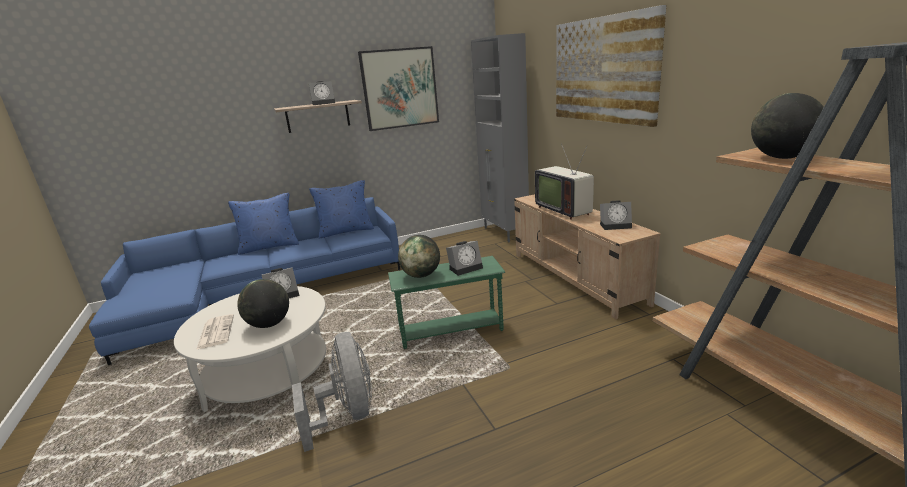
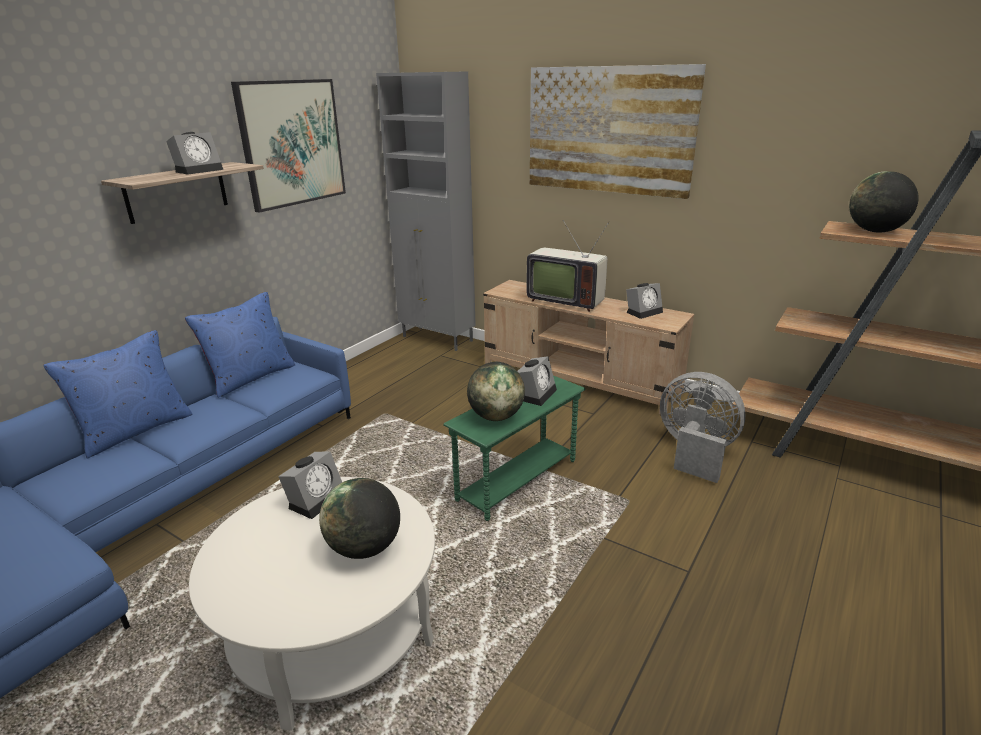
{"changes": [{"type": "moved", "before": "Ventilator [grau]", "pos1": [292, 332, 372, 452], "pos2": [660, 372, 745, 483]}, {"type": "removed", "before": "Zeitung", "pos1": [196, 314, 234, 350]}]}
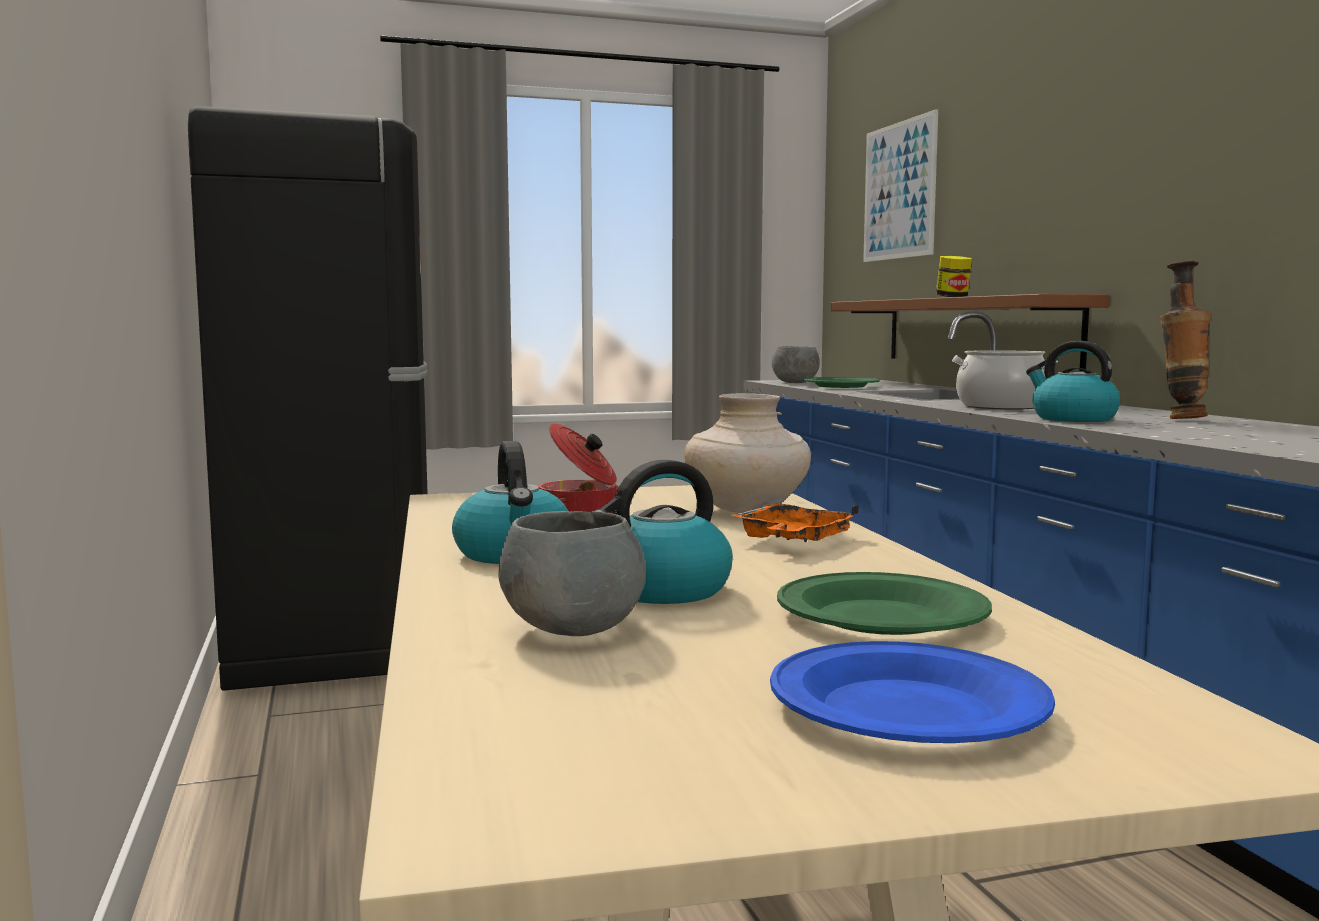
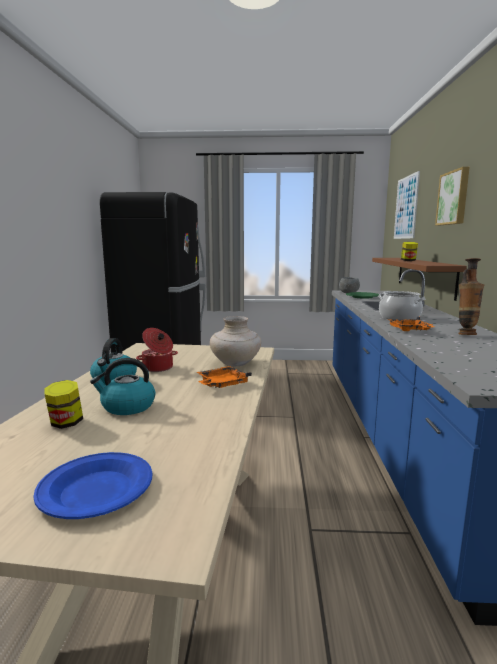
{"changes": [{"type": "replaced", "before": "Schüssel [grau]", "after": "Vorratsglas", "pos1": [498, 511, 646, 636], "pos2": [44, 380, 83, 429]}, {"type": "replaced", "before": "Wasserkessel", "after": "Tablett [orange]", "pos1": [1026, 341, 1120, 422], "pos2": [387, 316, 434, 331]}, {"type": "added", "after": "Bild", "pos2": [435, 167, 470, 225]}, {"type": "removed", "before": "Teller [grün]", "pos1": [777, 572, 992, 635]}]}
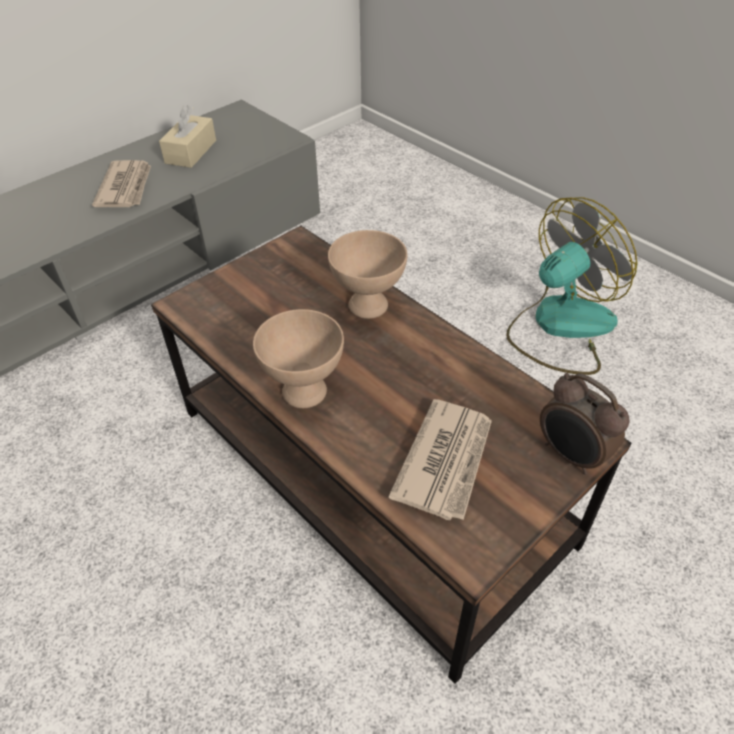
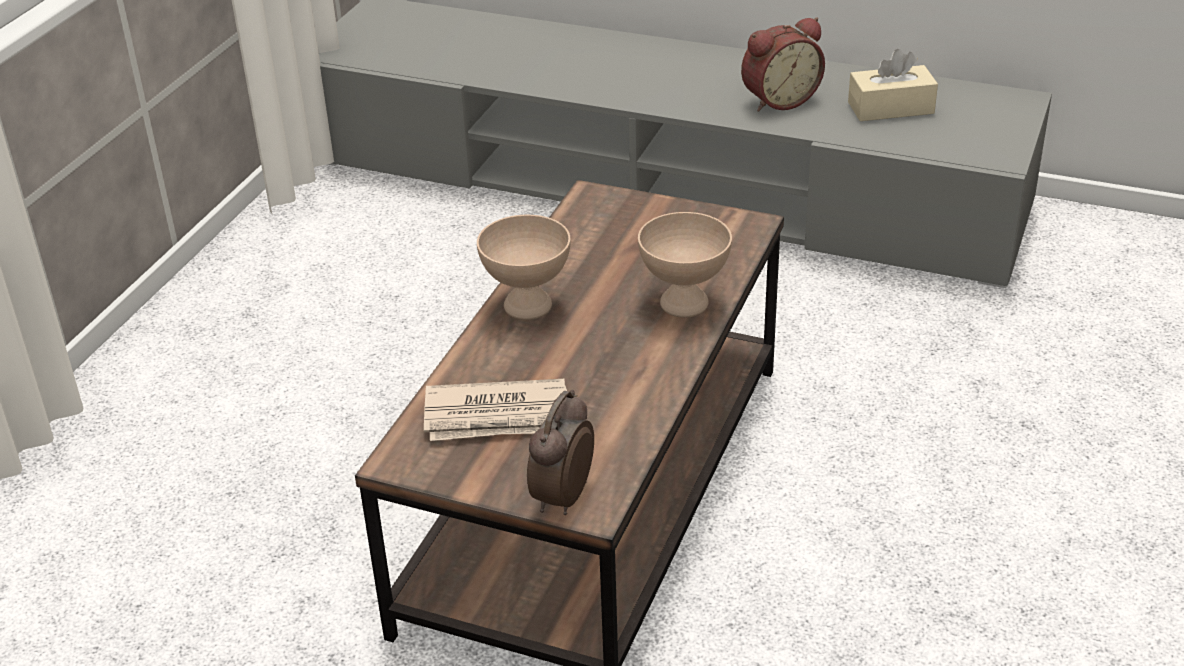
{"changes": [{"type": "replaced", "before": "Zeitung", "after": "Wecker", "pos1": [92, 160, 151, 207], "pos2": [741, 17, 825, 112]}, {"type": "removed", "before": "Ventilator", "pos1": [506, 197, 638, 375]}]}
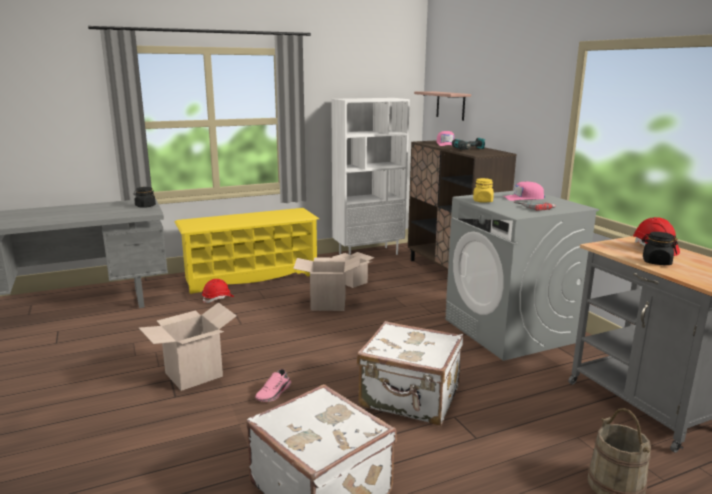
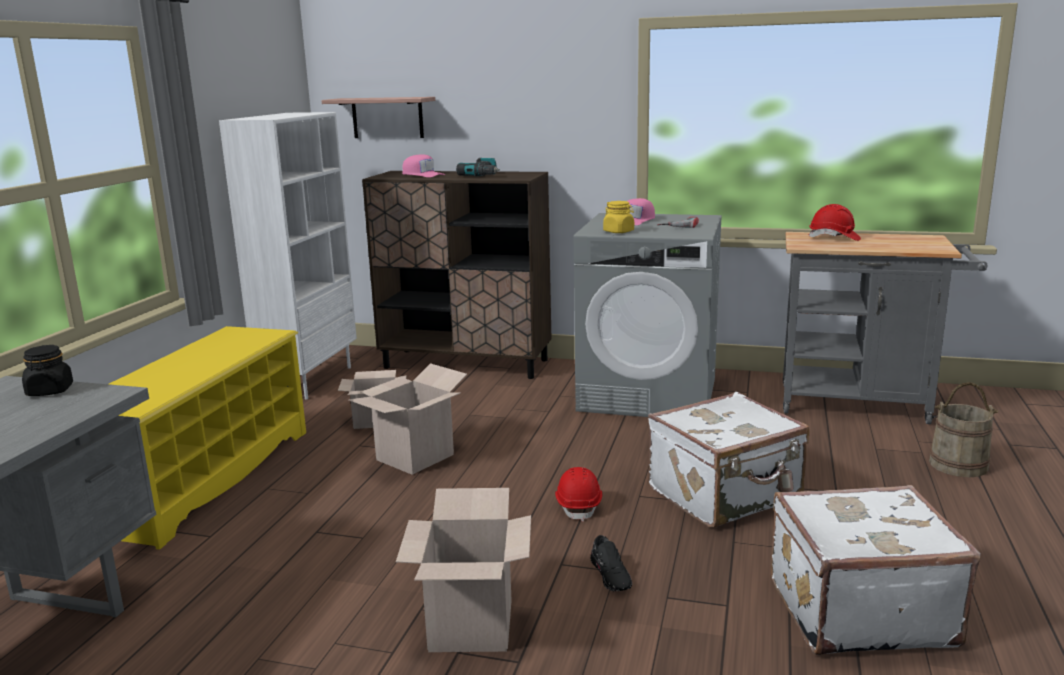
{"changes": [{"type": "moved", "before": "Schutzhelm [rot]", "pos1": [202, 279, 234, 303], "pos2": [555, 467, 602, 522]}, {"type": "recoloured", "before": "Schuh [rosa]", "after": "Schuh [schwarz]", "pos1": [255, 369, 291, 402], "pos2": [590, 535, 632, 592]}, {"type": "removed", "before": "Vorratsglas [schwarz]", "pos1": [642, 232, 678, 265]}]}
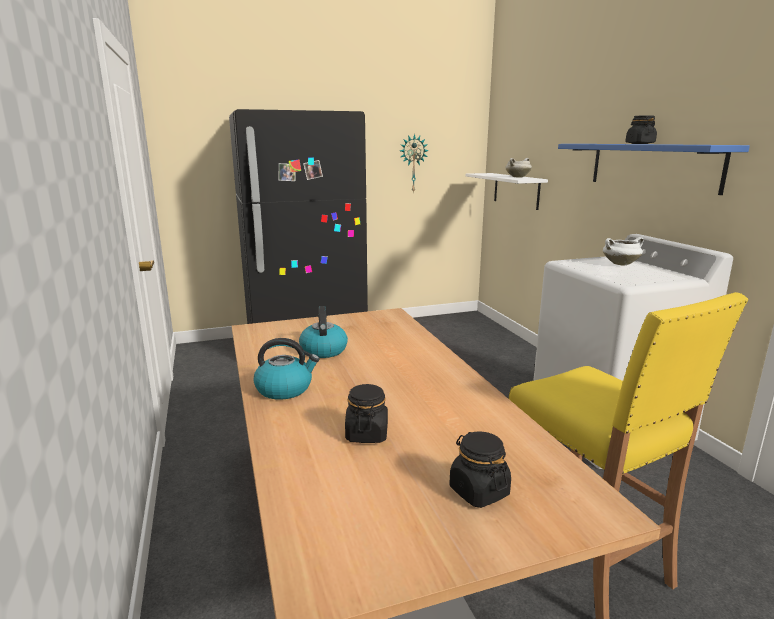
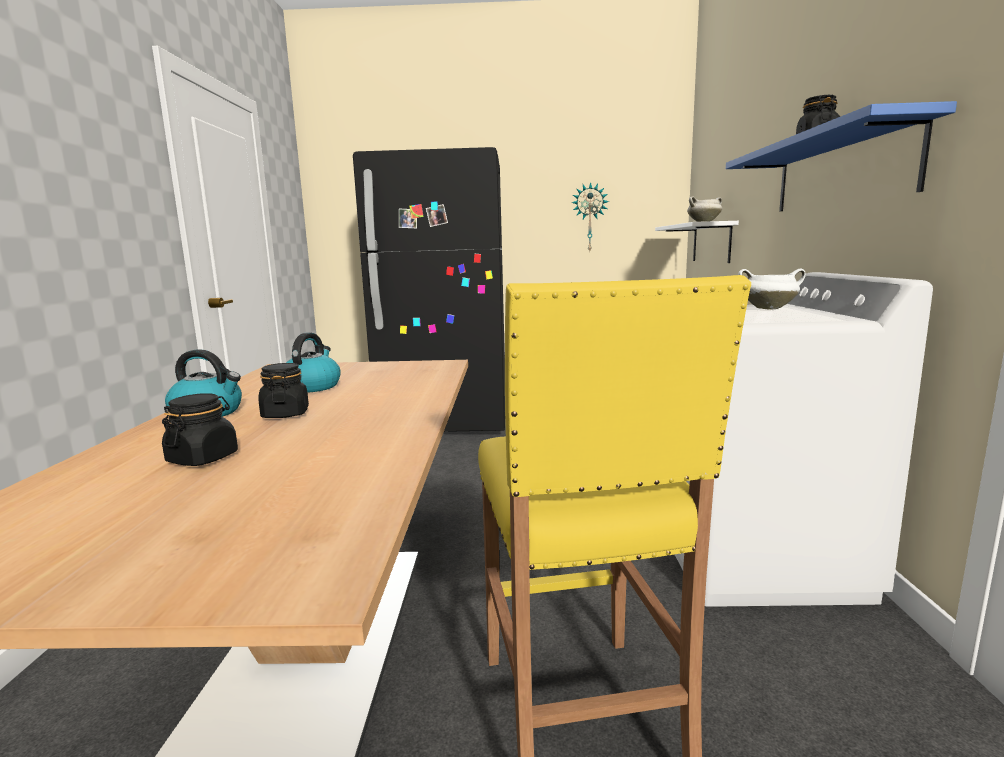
{"changes": [{"type": "moved", "before": "Vorratsglas [schwarz]", "pos1": [449, 431, 511, 508], "pos2": [258, 363, 309, 418]}]}
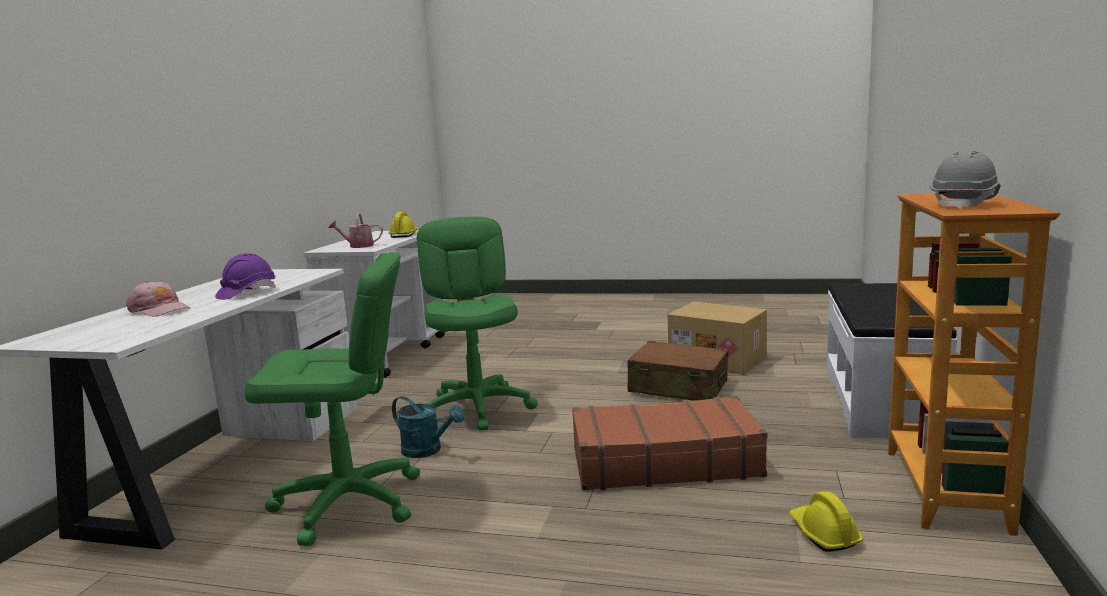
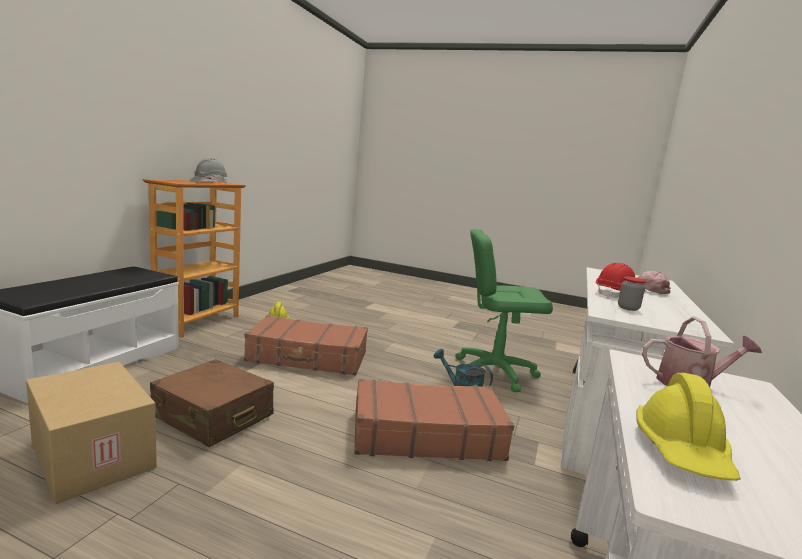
{"changes": [{"type": "replaced", "before": "Bürostuhl [grün]", "after": "Koffer [braun]", "pos1": [417, 217, 538, 431], "pos2": [354, 379, 514, 461]}, {"type": "recoloured", "before": "Schutzhelm [lila]", "after": "Schutzhelm [rot]", "pos1": [215, 253, 276, 300], "pos2": [596, 263, 635, 298]}, {"type": "added", "after": "Vorratsglas", "pos2": [618, 277, 646, 311]}]}
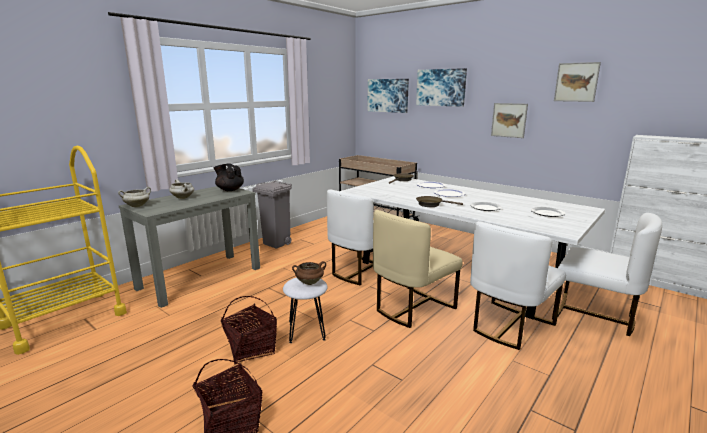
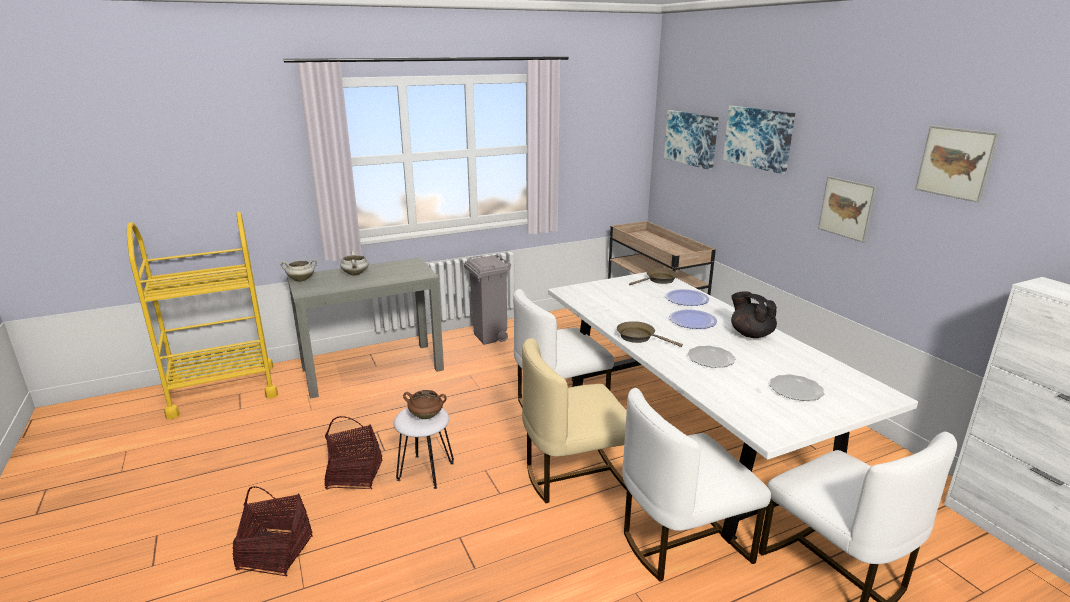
{"changes": [{"type": "moved", "before": "Teekanne [schwarz]", "pos1": [214, 163, 244, 191], "pos2": [731, 291, 777, 338]}]}
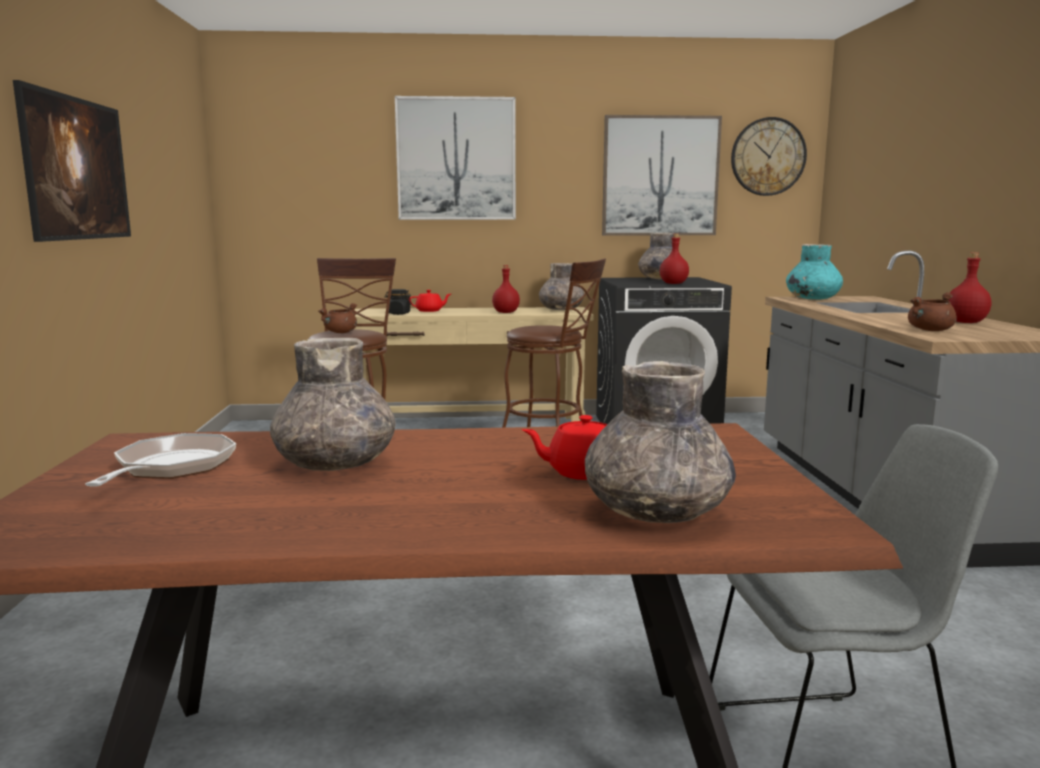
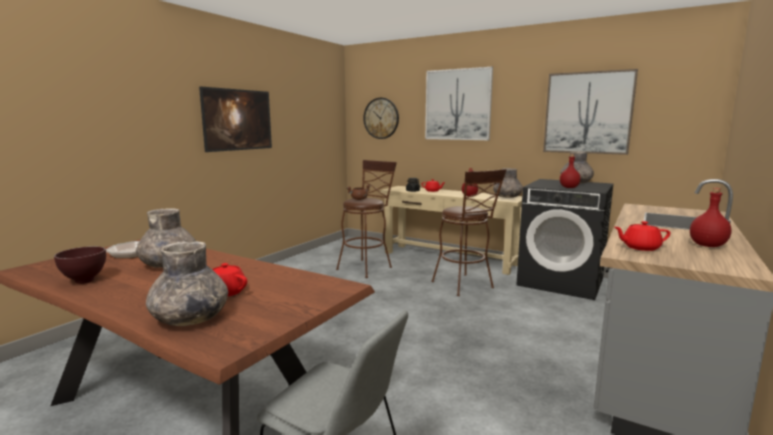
{"changes": [{"type": "added", "after": "Schüssel [braun]", "pos2": [54, 246, 106, 284]}, {"type": "moved", "before": "Wanduhr", "pos1": [731, 117, 807, 196], "pos2": [363, 98, 399, 139]}, {"type": "replaced", "before": "Kochtopf [braun]", "after": "Teekanne [rot]", "pos1": [908, 292, 956, 331], "pos2": [615, 221, 671, 251]}, {"type": "removed", "before": "Vase [türkis]", "pos1": [786, 244, 843, 300]}]}
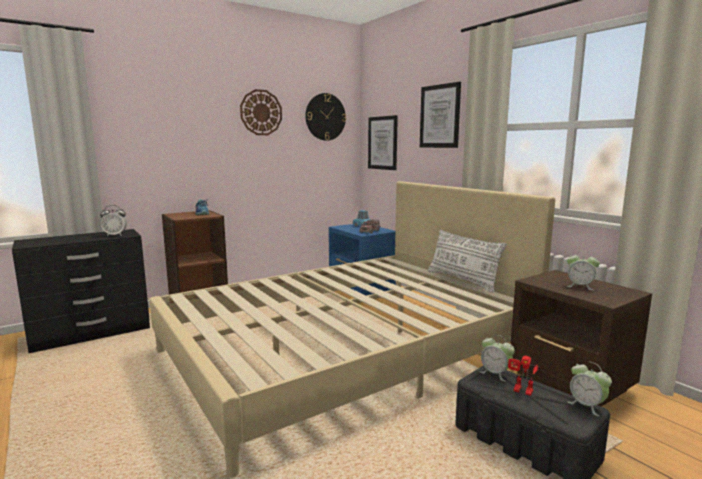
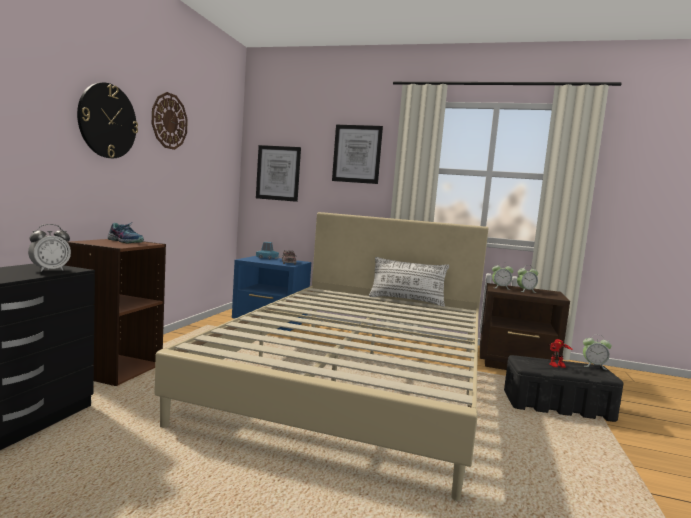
{"changes": [{"type": "moved", "before": "Wanduhr", "pos1": [305, 93, 346, 141], "pos2": [77, 82, 138, 158]}, {"type": "moved", "before": "Wecker", "pos1": [480, 335, 515, 382], "pos2": [492, 262, 514, 290]}]}
